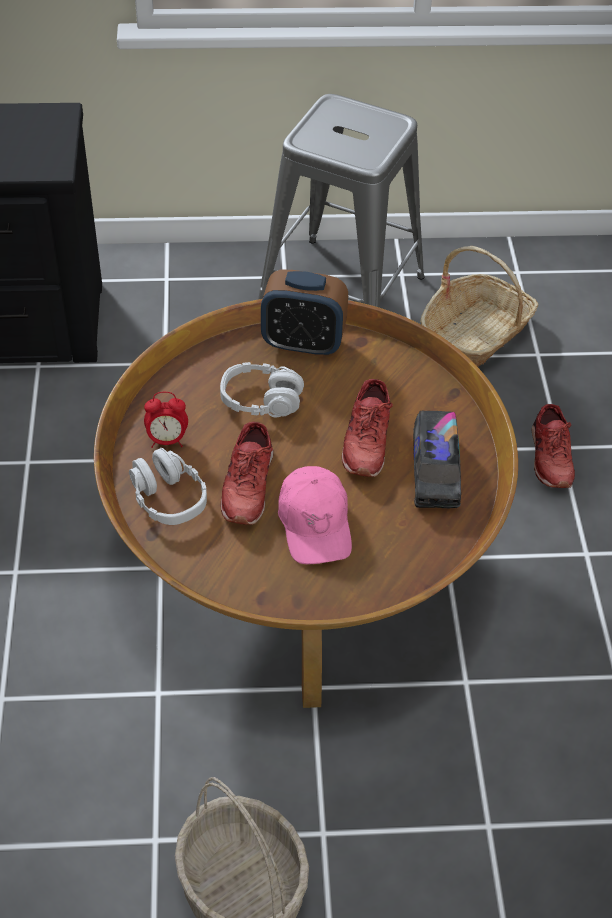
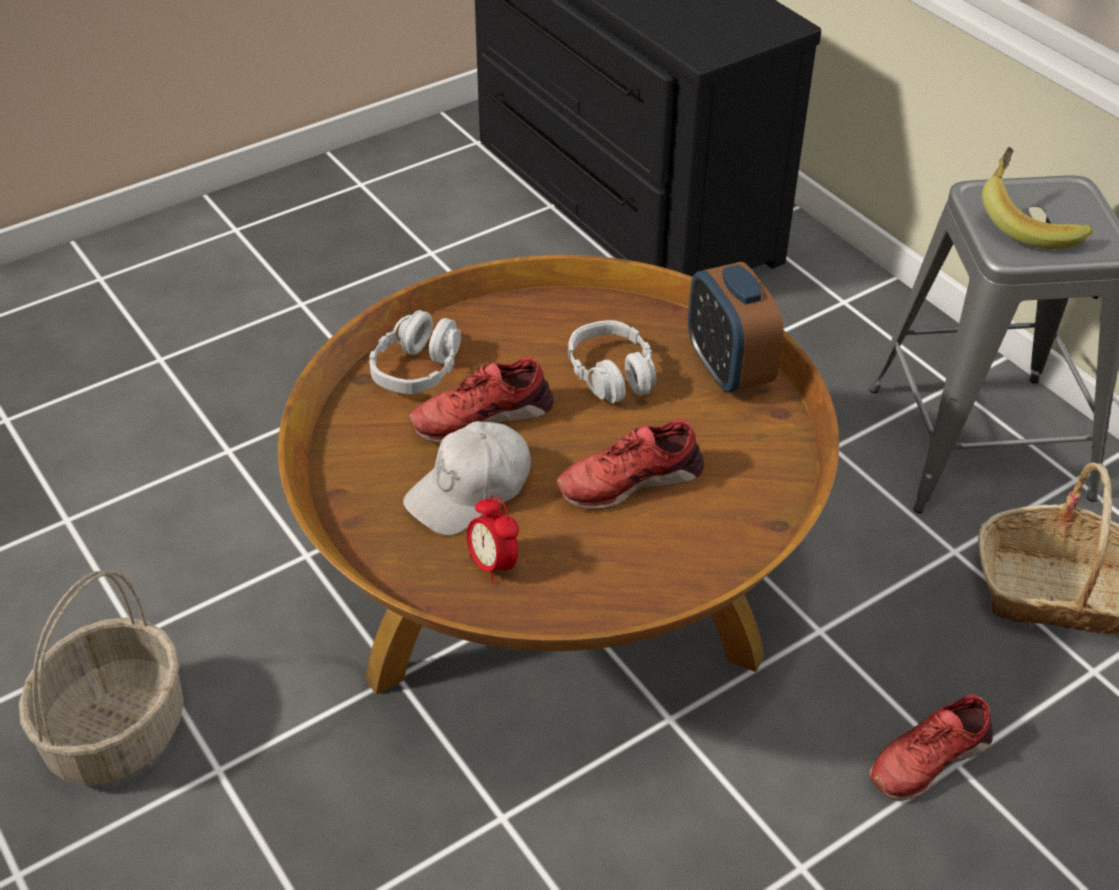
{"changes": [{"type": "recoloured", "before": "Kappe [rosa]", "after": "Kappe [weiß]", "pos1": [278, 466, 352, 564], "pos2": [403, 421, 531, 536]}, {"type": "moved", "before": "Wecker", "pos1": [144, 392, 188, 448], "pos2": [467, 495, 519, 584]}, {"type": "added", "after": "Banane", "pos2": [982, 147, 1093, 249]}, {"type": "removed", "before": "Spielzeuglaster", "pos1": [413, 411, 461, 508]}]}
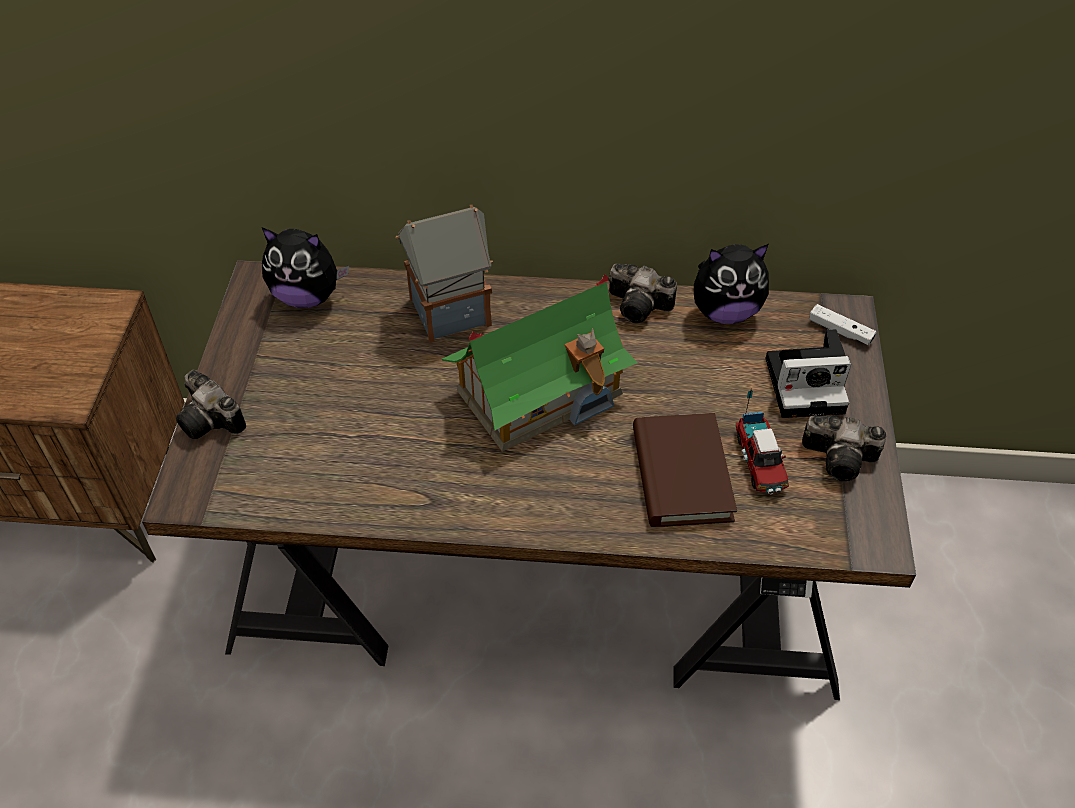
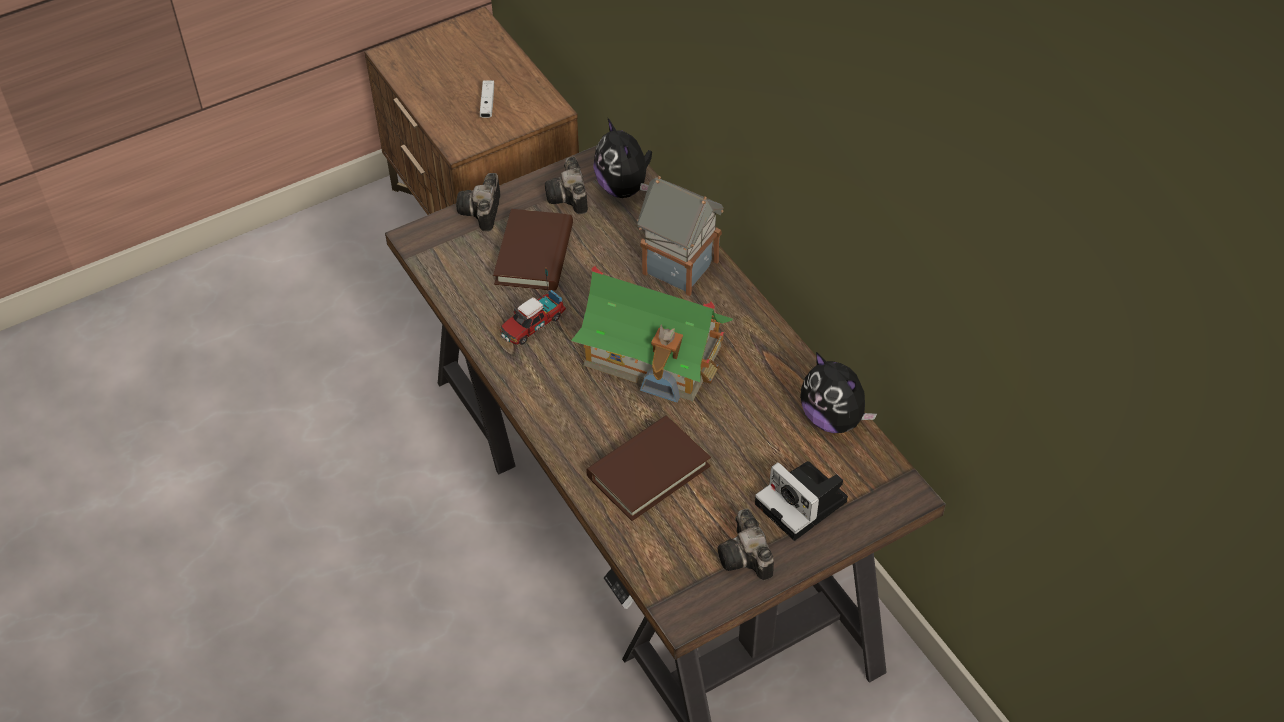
{"changes": [{"type": "moved", "before": "Gamepad [weiß]", "pos1": [809, 304, 876, 345], "pos2": [480, 80, 494, 118]}, {"type": "added", "after": "Buch [braun]", "pos2": [493, 209, 573, 291]}, {"type": "moved", "before": "Spielzeuglaster", "pos1": [736, 388, 789, 494], "pos2": [500, 267, 566, 345]}, {"type": "moved", "before": "Kamera", "pos1": [608, 264, 677, 323], "pos2": [545, 157, 588, 214]}]}
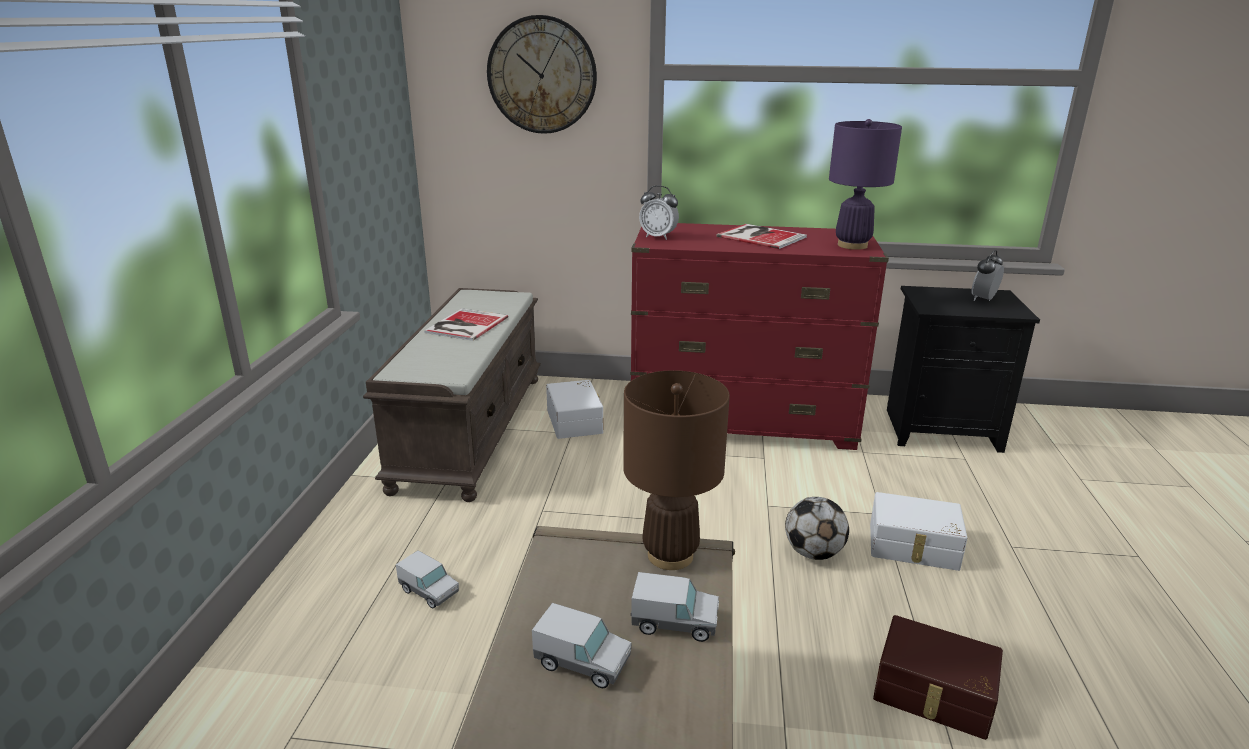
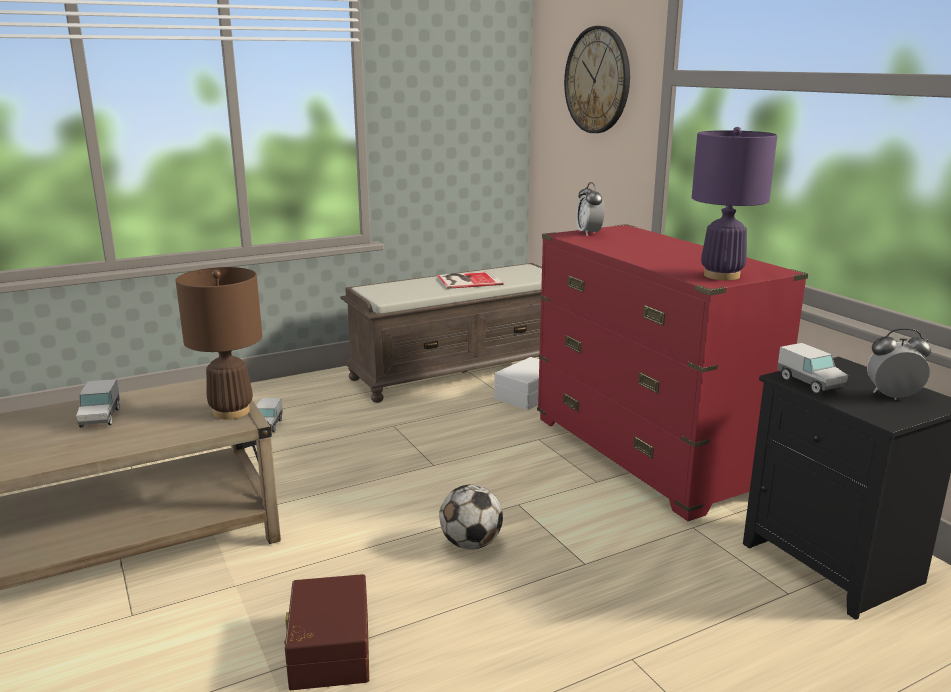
{"changes": [{"type": "moved", "before": "Spielzeuglaster", "pos1": [631, 572, 719, 642], "pos2": [777, 343, 849, 394]}, {"type": "removed", "before": "Buch", "pos1": [716, 224, 807, 249]}, {"type": "removed", "before": "Aufbewahrungsbox [weiß]", "pos1": [870, 492, 967, 571]}]}
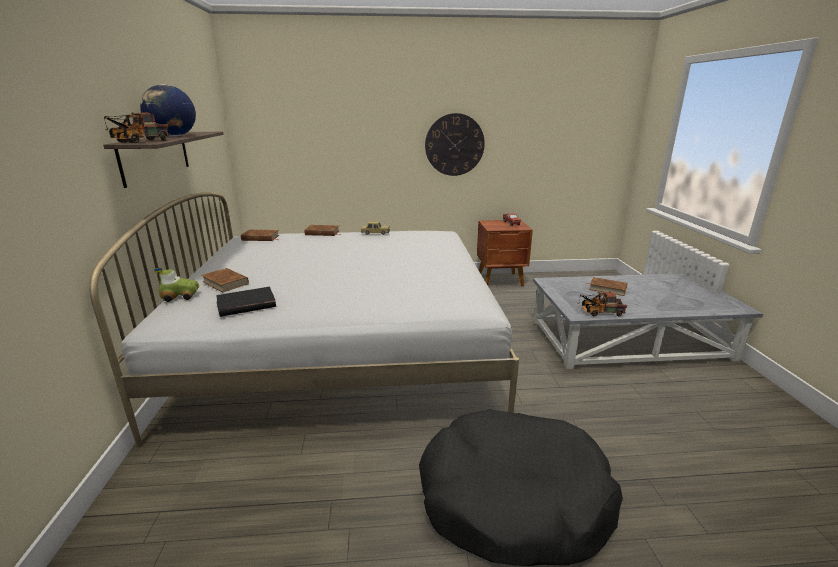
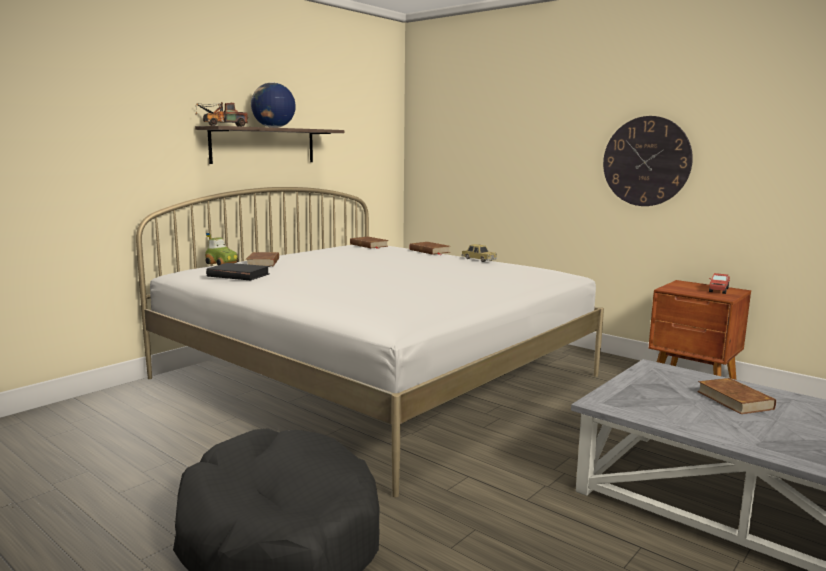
{"changes": [{"type": "removed", "before": "Spielzeuglaster", "pos1": [578, 292, 627, 317]}]}
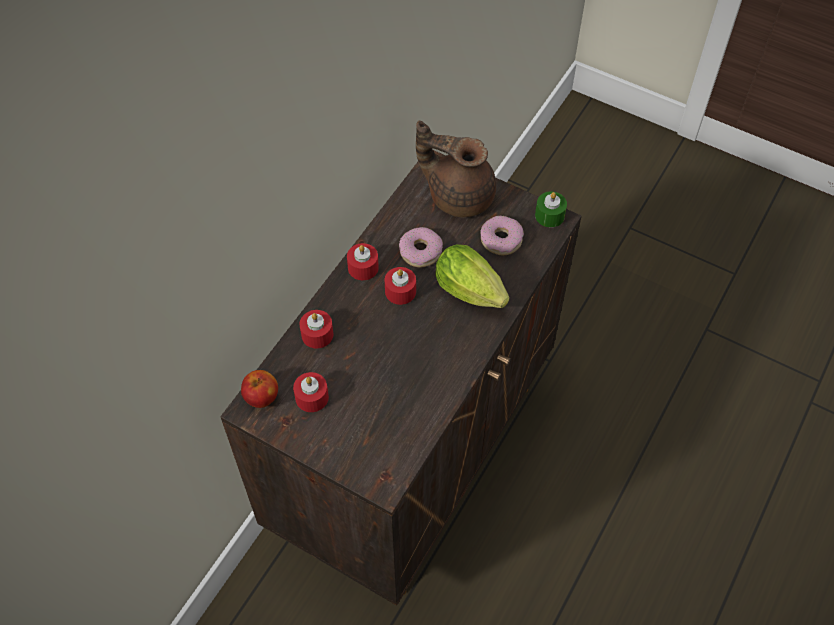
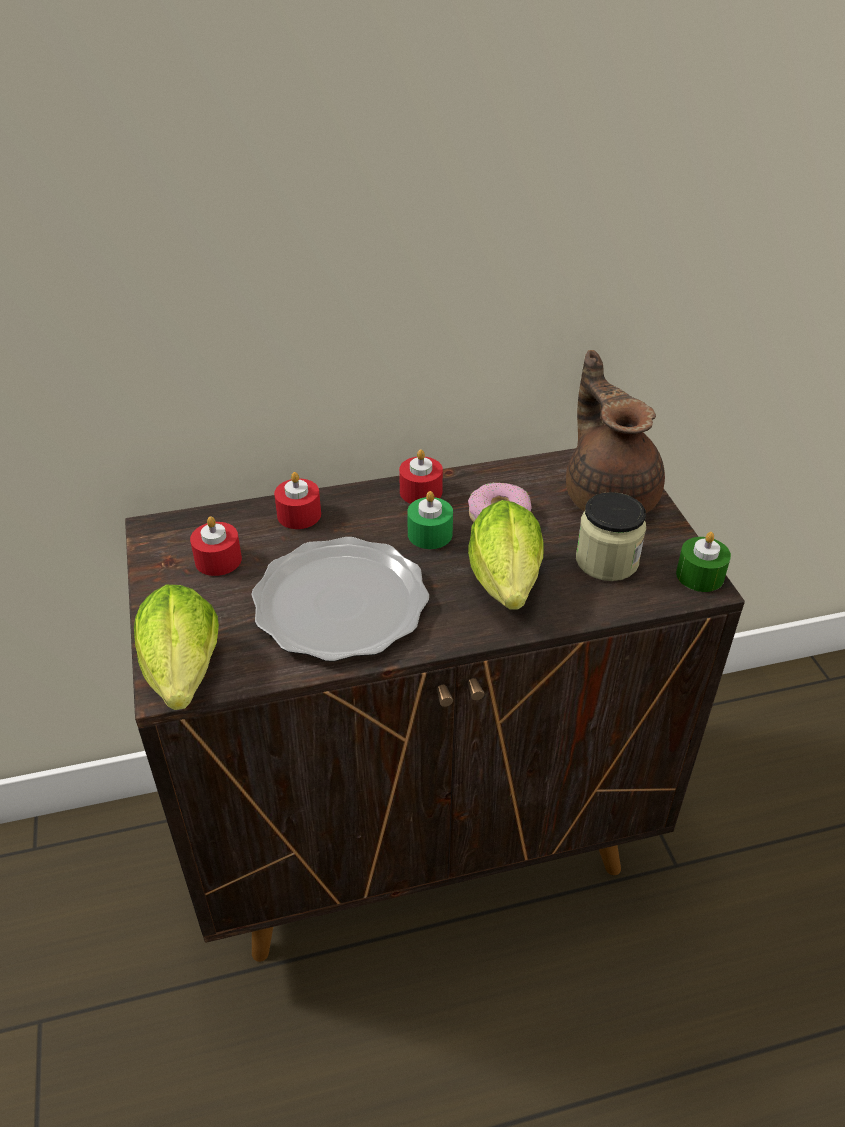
{"changes": [{"type": "added", "after": "Salatkopf", "pos2": [134, 585, 219, 710]}, {"type": "added", "after": "Teller", "pos2": [251, 537, 429, 661]}, {"type": "recoloured", "before": "Kerze [rot]", "after": "Kerze [grün]", "pos1": [385, 267, 416, 305], "pos2": [407, 491, 453, 549]}, {"type": "replaced", "before": "Donut", "after": "Vorratsglas", "pos1": [481, 216, 524, 255], "pos2": [576, 492, 646, 581]}, {"type": "removed", "before": "Apfel", "pos1": [241, 370, 278, 408]}]}
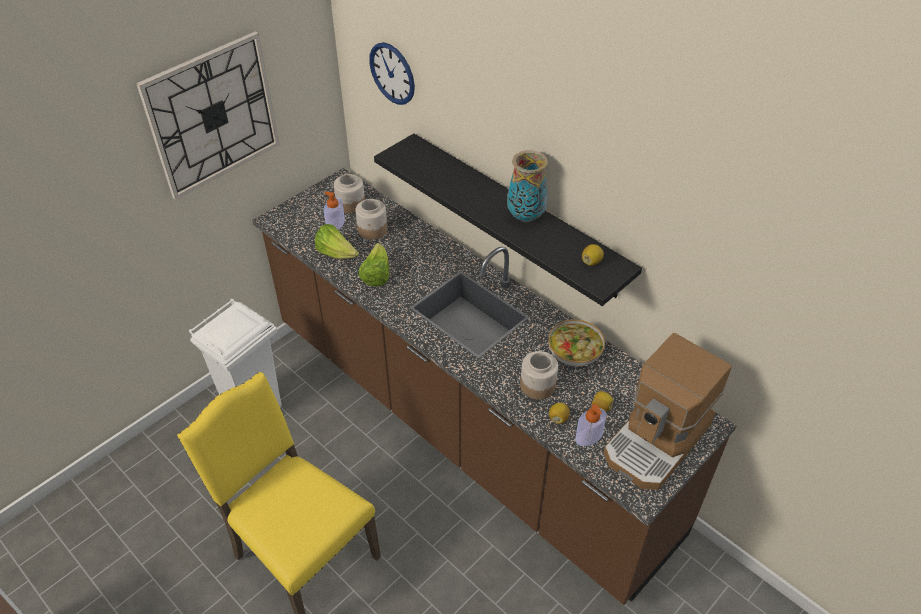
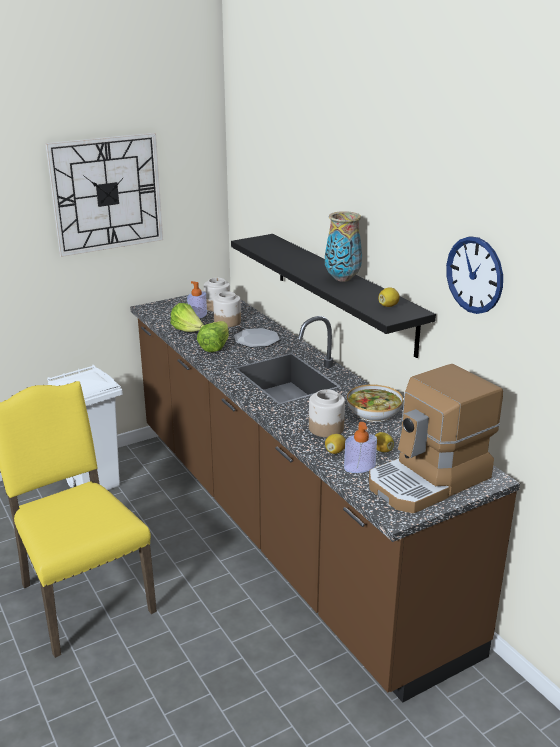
{"changes": [{"type": "added", "after": "Teller", "pos2": [234, 328, 280, 347]}, {"type": "moved", "before": "Wanduhr", "pos1": [369, 42, 415, 105], "pos2": [446, 236, 503, 314]}]}
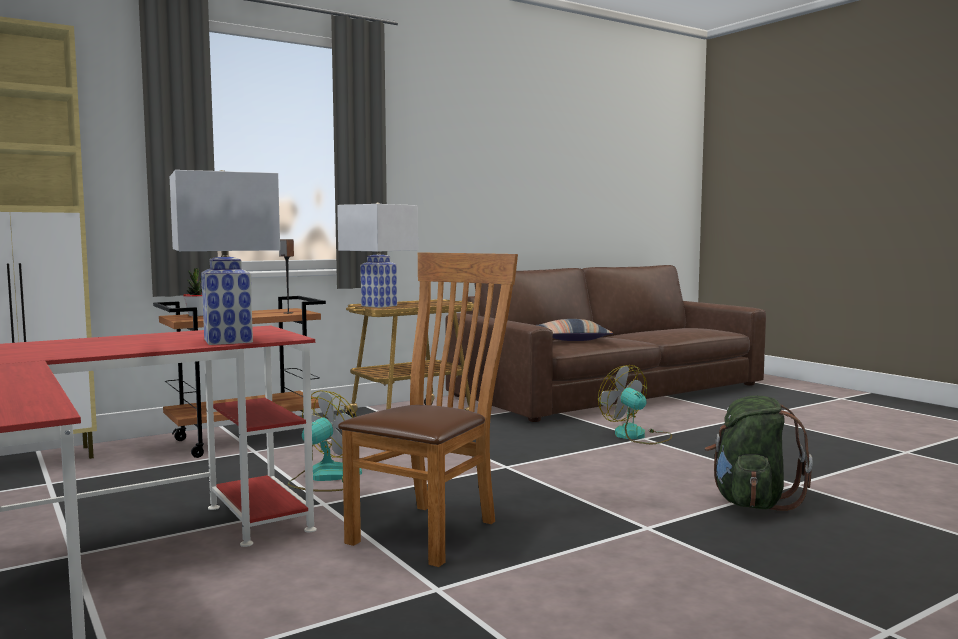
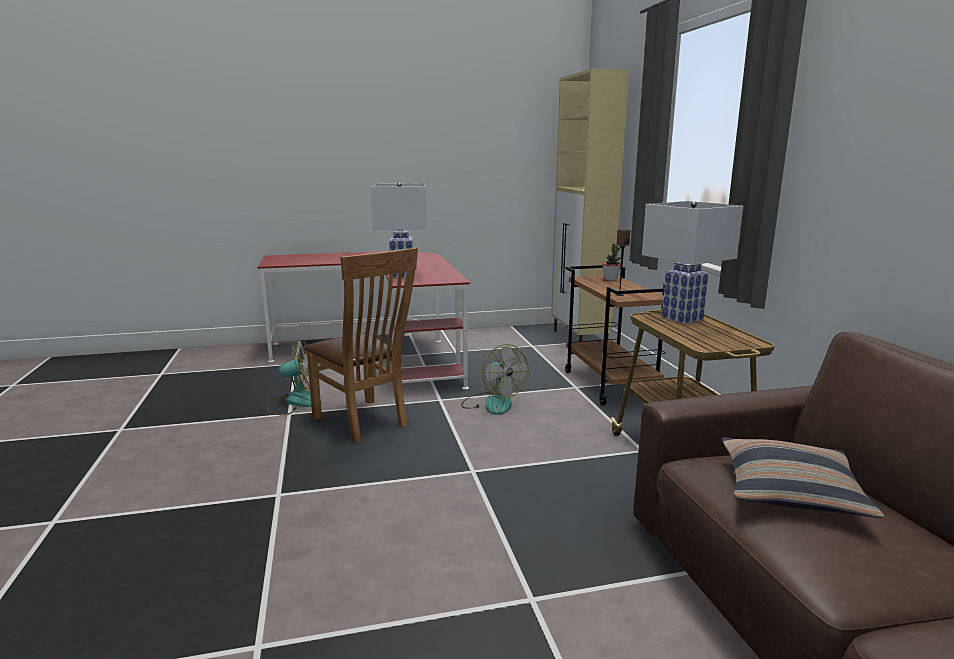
{"changes": [{"type": "moved", "before": "Ventilator", "pos1": [598, 365, 672, 444], "pos2": [266, 339, 322, 416]}, {"type": "removed", "before": "Rucksack [grün]", "pos1": [705, 396, 813, 511]}]}
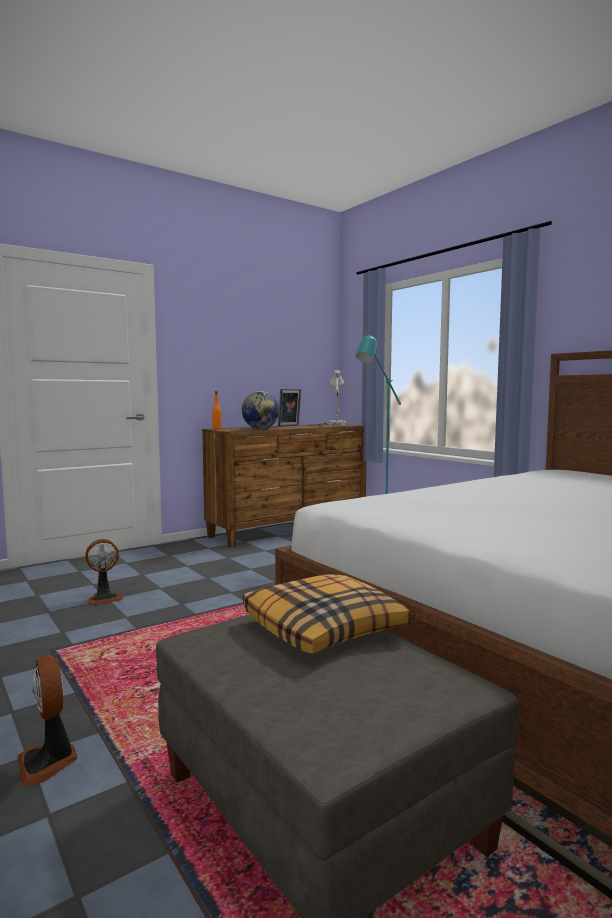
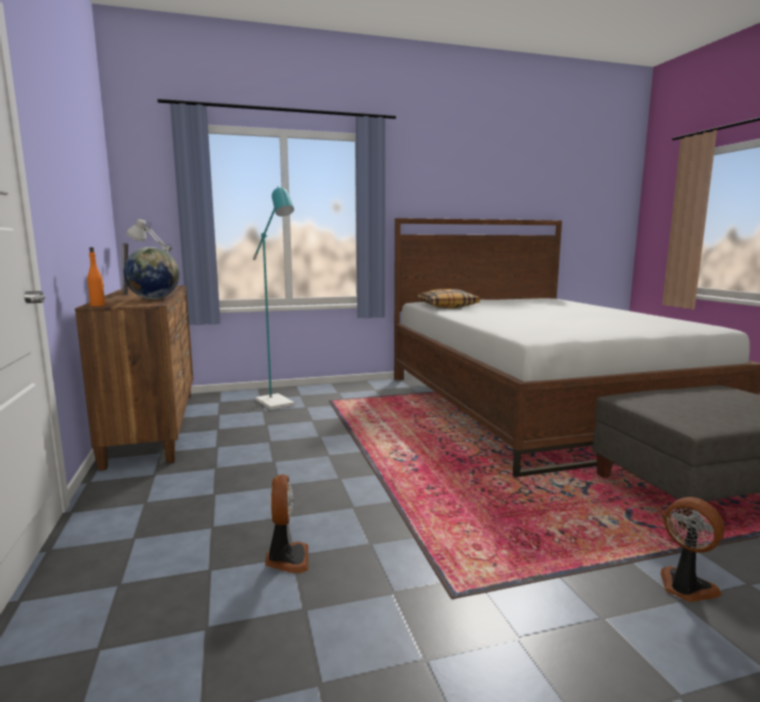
{"changes": [{"type": "moved", "before": "Kissen", "pos1": [243, 574, 411, 654], "pos2": [417, 289, 480, 308]}, {"type": "turned", "before": "Ventilator", "pos1": [17, 656, 78, 786], "pos2": [661, 497, 725, 602], "turn": -120}]}
